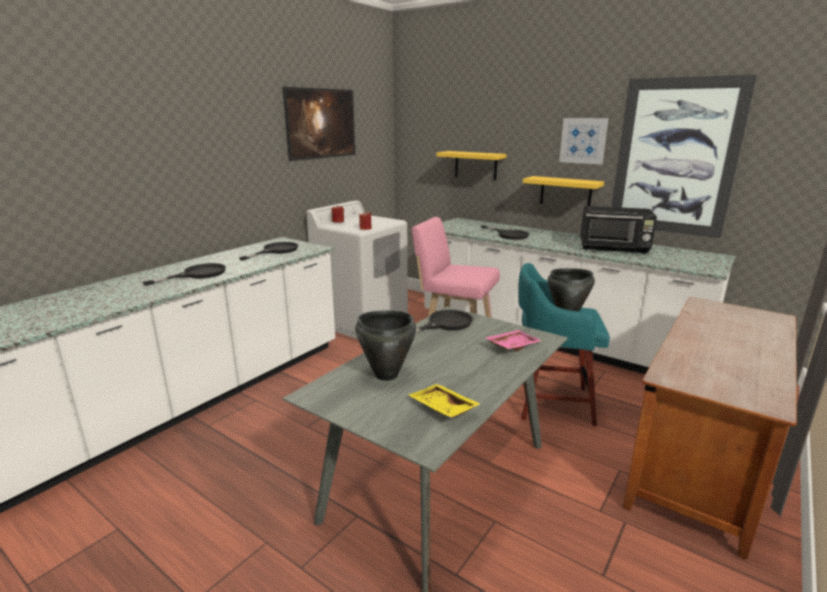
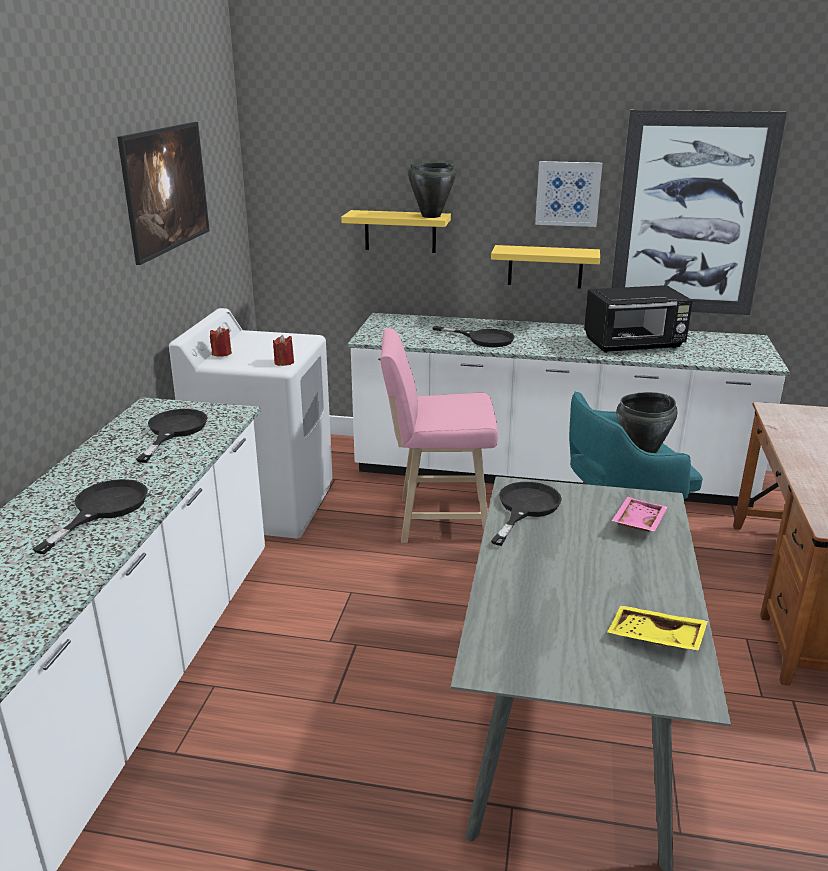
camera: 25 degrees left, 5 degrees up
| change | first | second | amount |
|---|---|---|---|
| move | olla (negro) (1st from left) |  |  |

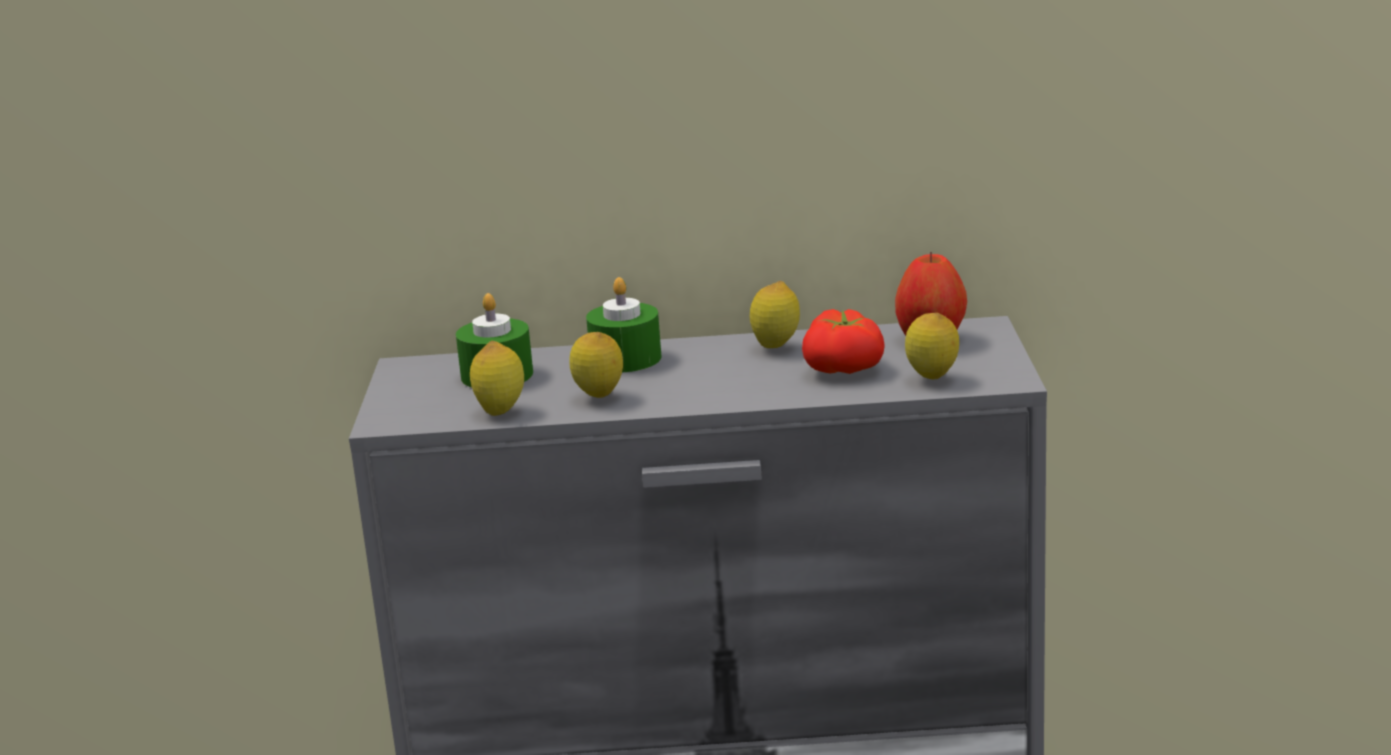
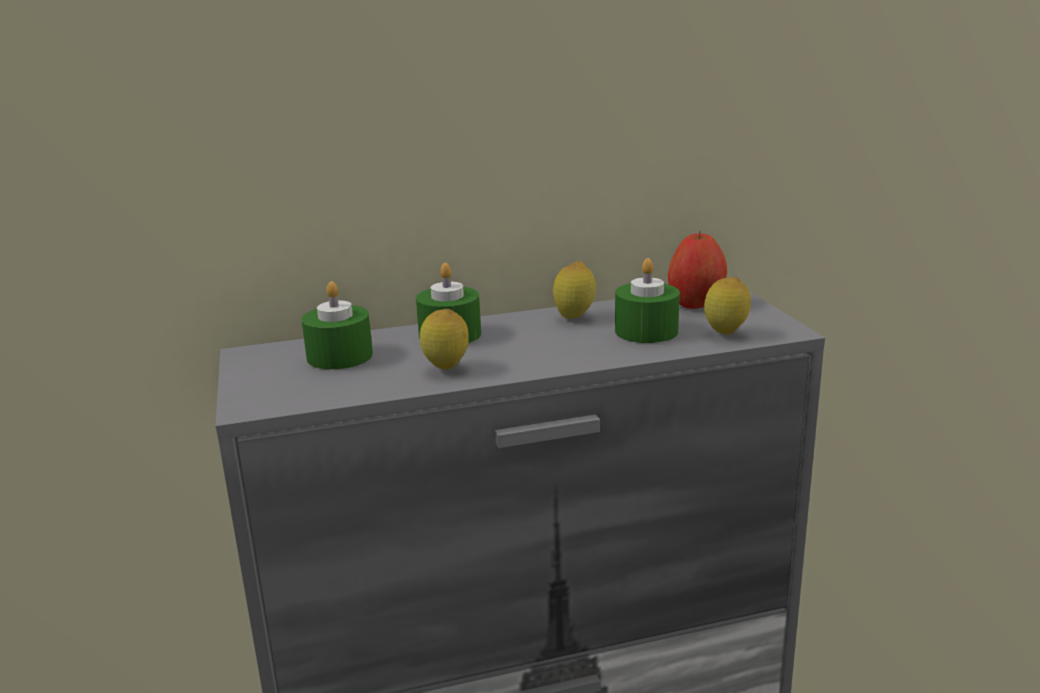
camera: 15 degrees left, 0 degrees up
| change | first | second | amount |
|---|---|---|---|
| replace | tomate | vela (verde) (3rd from left) |  |
| delete | limón (1st from left) |  |  |

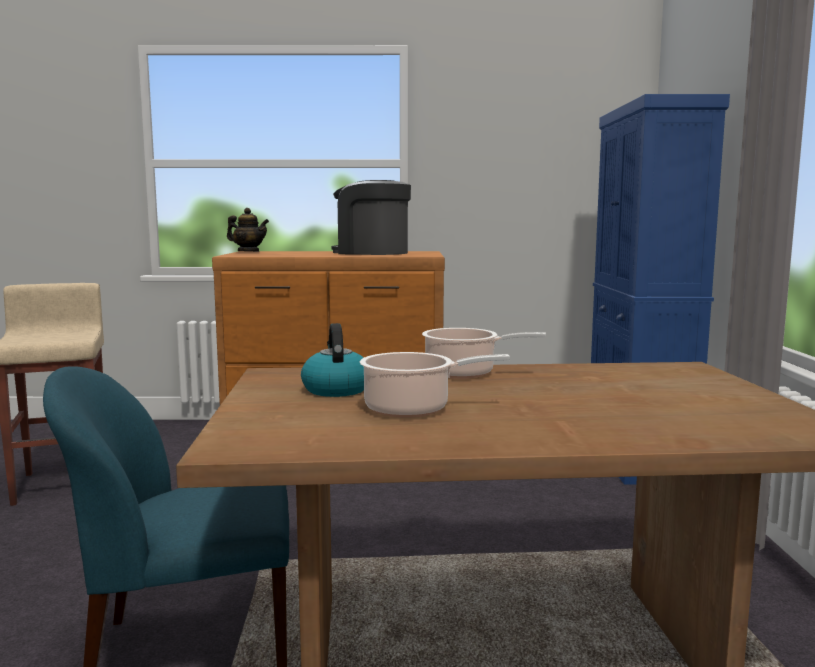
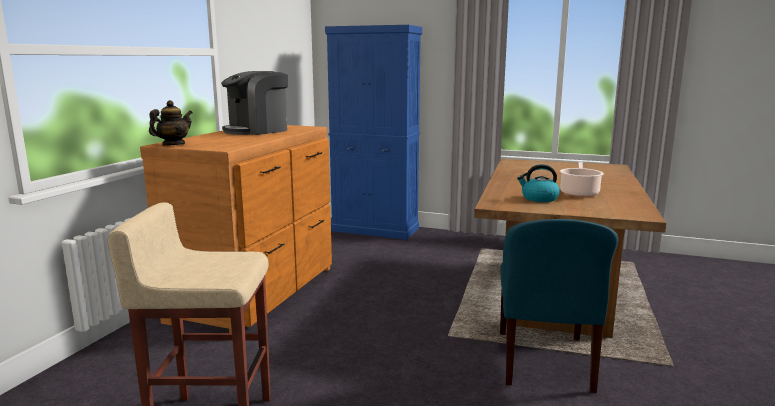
camera: 70 degrees left, 5 degrees up
| change | first | second | amount |
|---|---|---|---|
| delete | olla (2nd from left) |  |  |

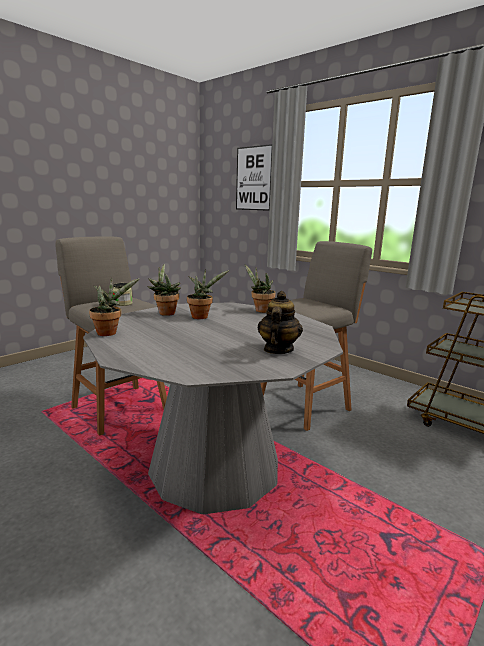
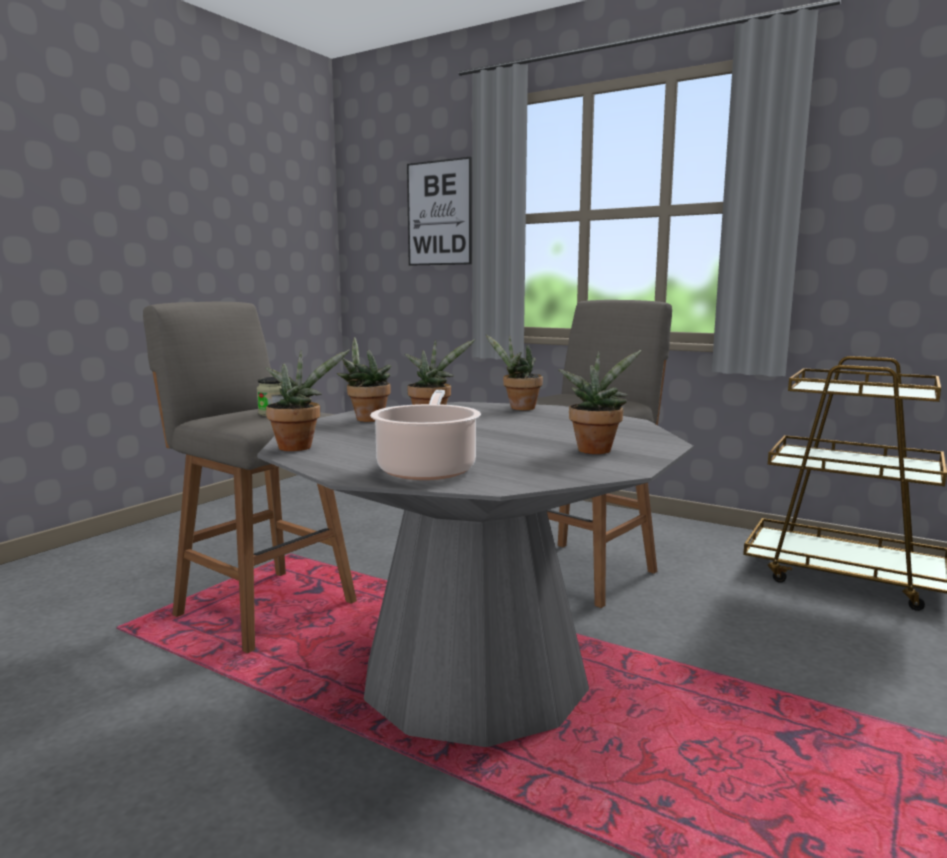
camera: 10 degrees left, 5 degrees down
| change | first | second | amount |
|---|---|---|---|
| replace | tetera | planta en maceta (5th from left) |  |
| insert |  | olla |  |

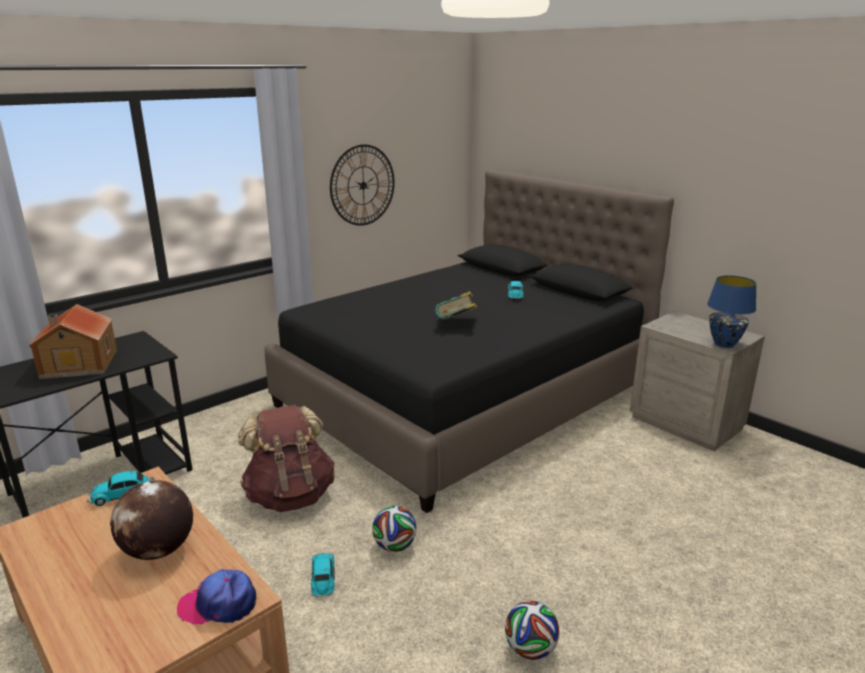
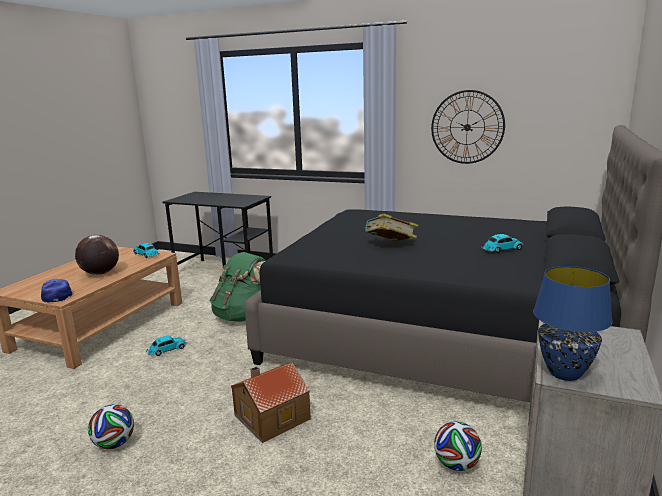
camera: 65 degrees right, 5 degrees down
| change | first | second | amount |
|---|---|---|---|
| move | casita |  |  |
| recolor | mochila (marrón) | mochila (verde) |  |
| move | balón de fútbol (1st from left in the first image) | balón de fútbol (2nd from left) |  |

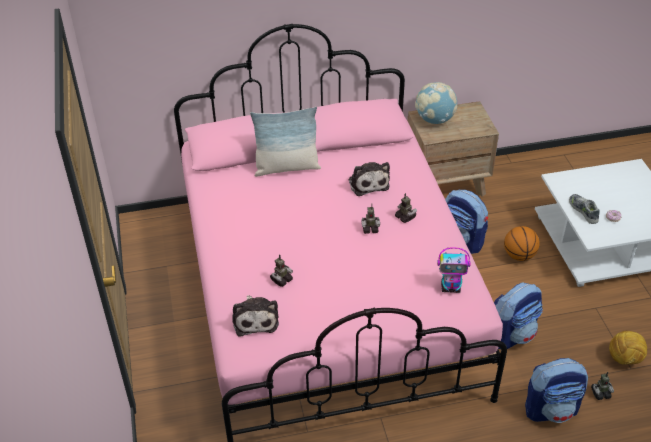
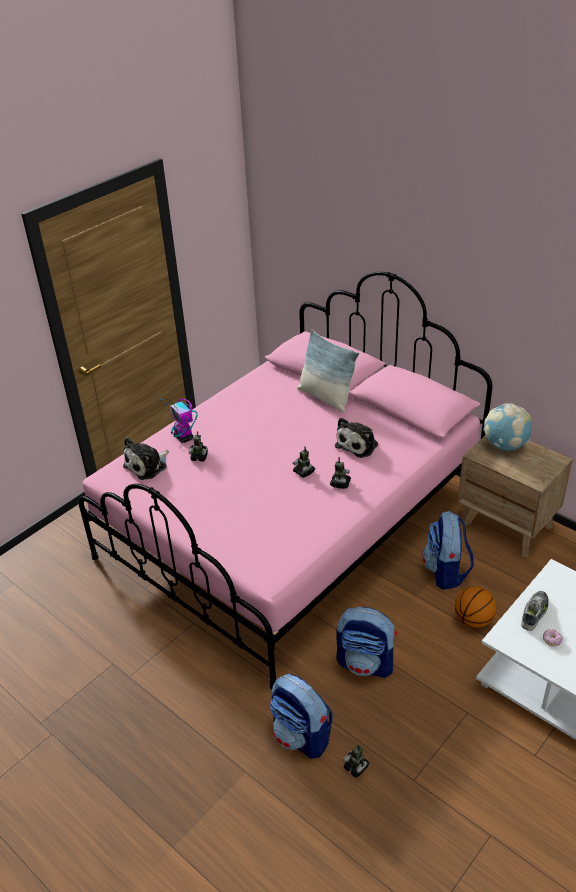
camera: 55 degrees right, 5 degrees down
| change | first | second | amount |
|---|---|---|---|
| move | robot de juguete (4th from left in the first image) | robot de juguete (1st from left) |  |
| delete | balón de fútbol |  |  |

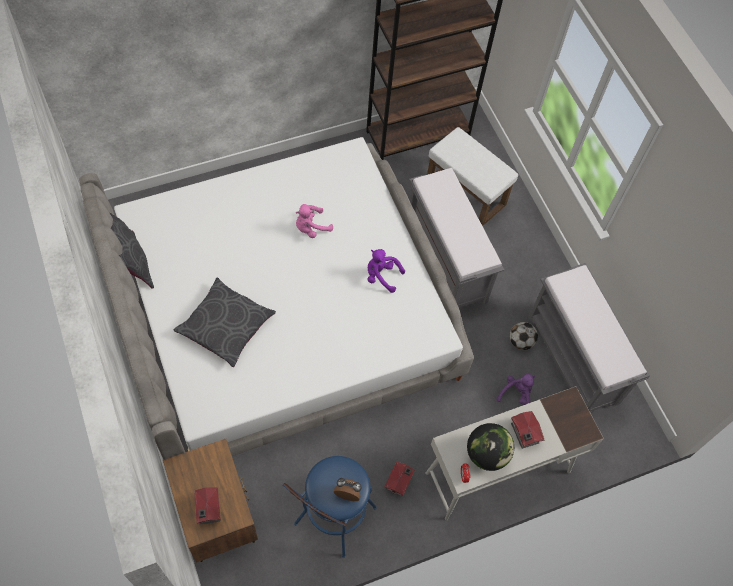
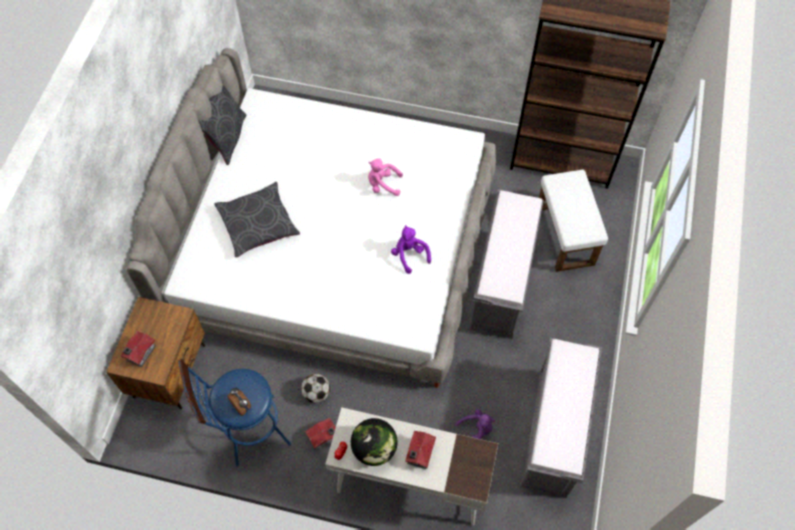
camera: 40 degrees right, 0 degrees up
| change | first | second | amount |
|---|---|---|---|
| move | balón de fútbol |  |  |

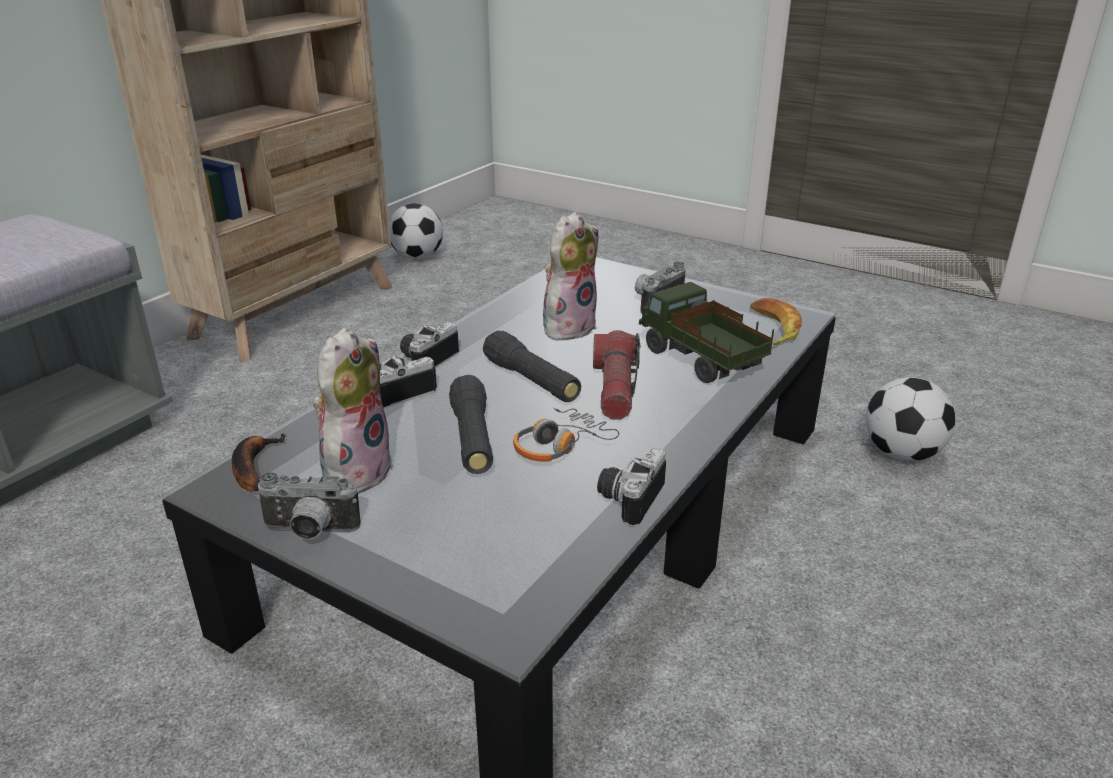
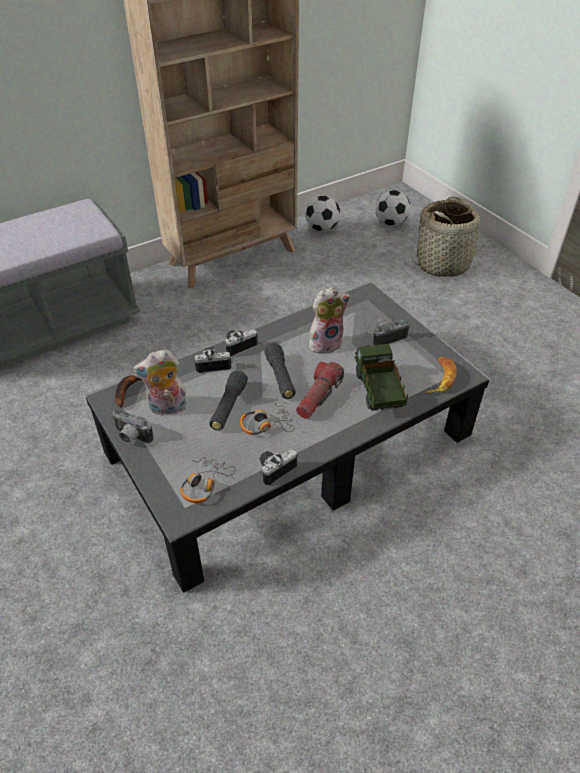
camera: 25 degrees right, 15 degrees up
| change | first | second | amount |
|---|---|---|---|
| rotate | peluche (1st from left) |  | 150 degrees counterclockwise |
| move | balón de fútbol (2nd from left) |  |  |
| insert |  | cesta |  |
| insert |  | auriculares (1st from left) |  |

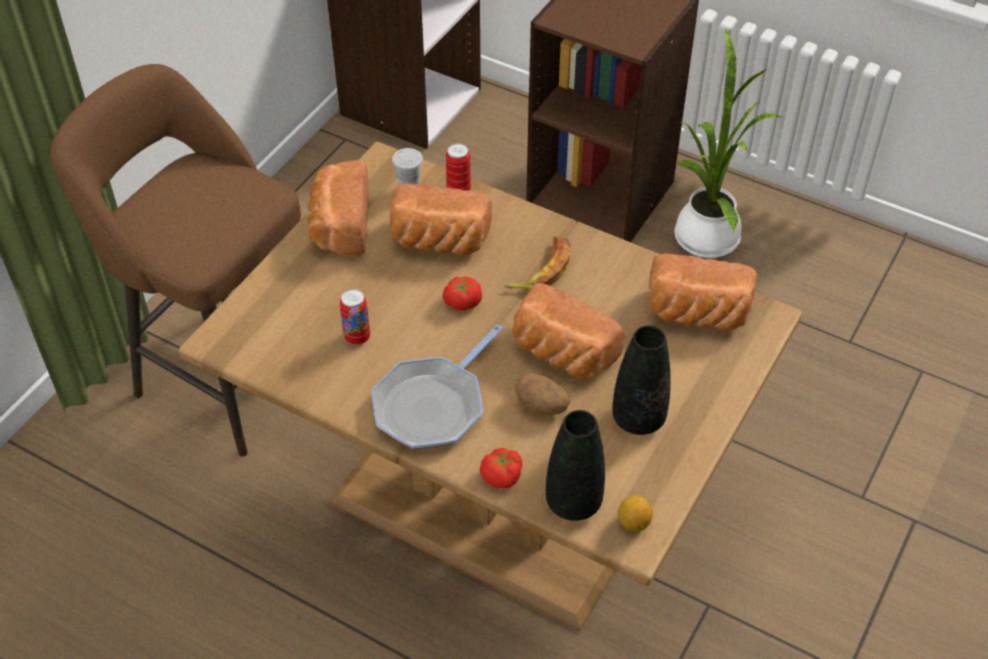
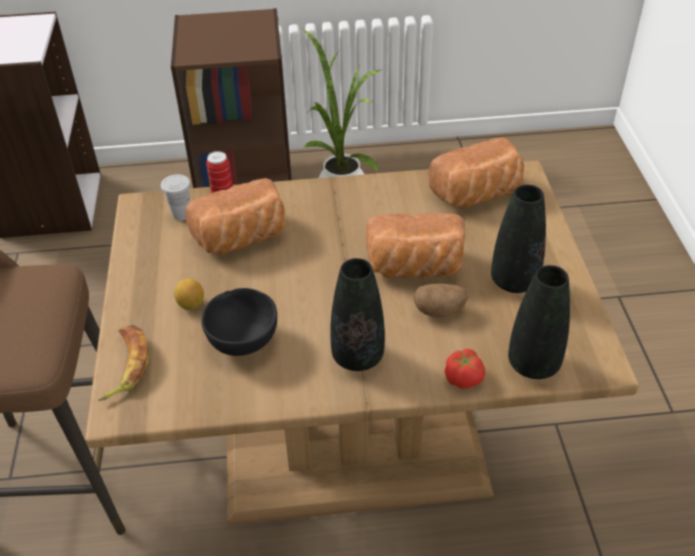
camera: 35 degrees left, 5 degrees down
| change | first | second | amount |
|---|---|---|---|
| delete | pan (1st from left) |  |  |
| move | plátano |  |  |
| delete | tomate (1st from left) |  |  |
| replace | lata (1st from left) | cuenco (negro) |  |
| replace | sartén | florero (negro) (1st from left) |  |
| move | limón |  |  |

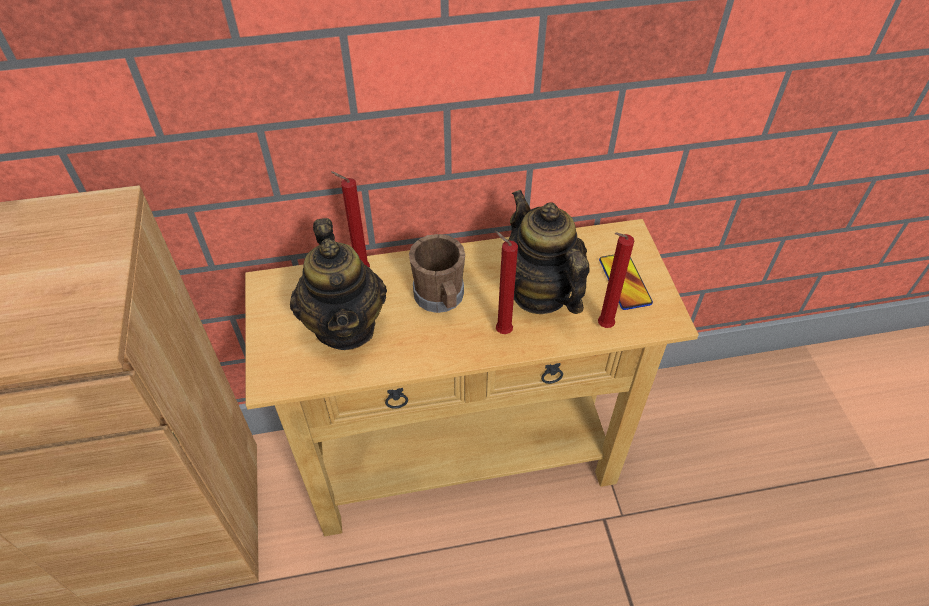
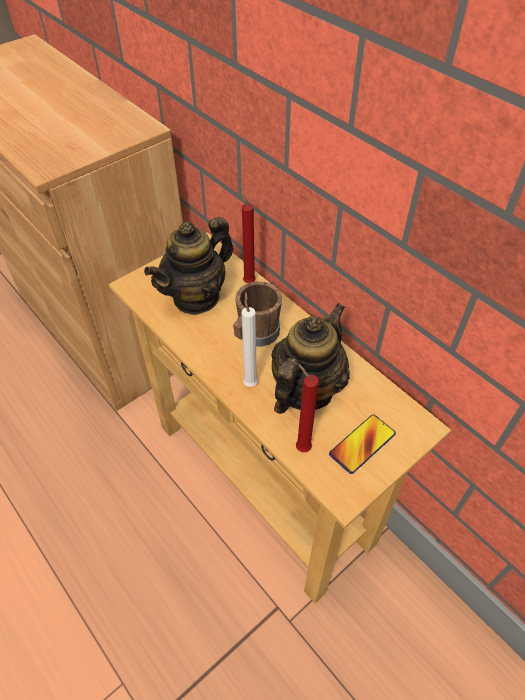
camera: 60 degrees right, 0 degrees up
| change | first | second | amount |
|---|---|---|---|
| recolor | vela (rojo) (2nd from left) | vela (blanco) |  |

